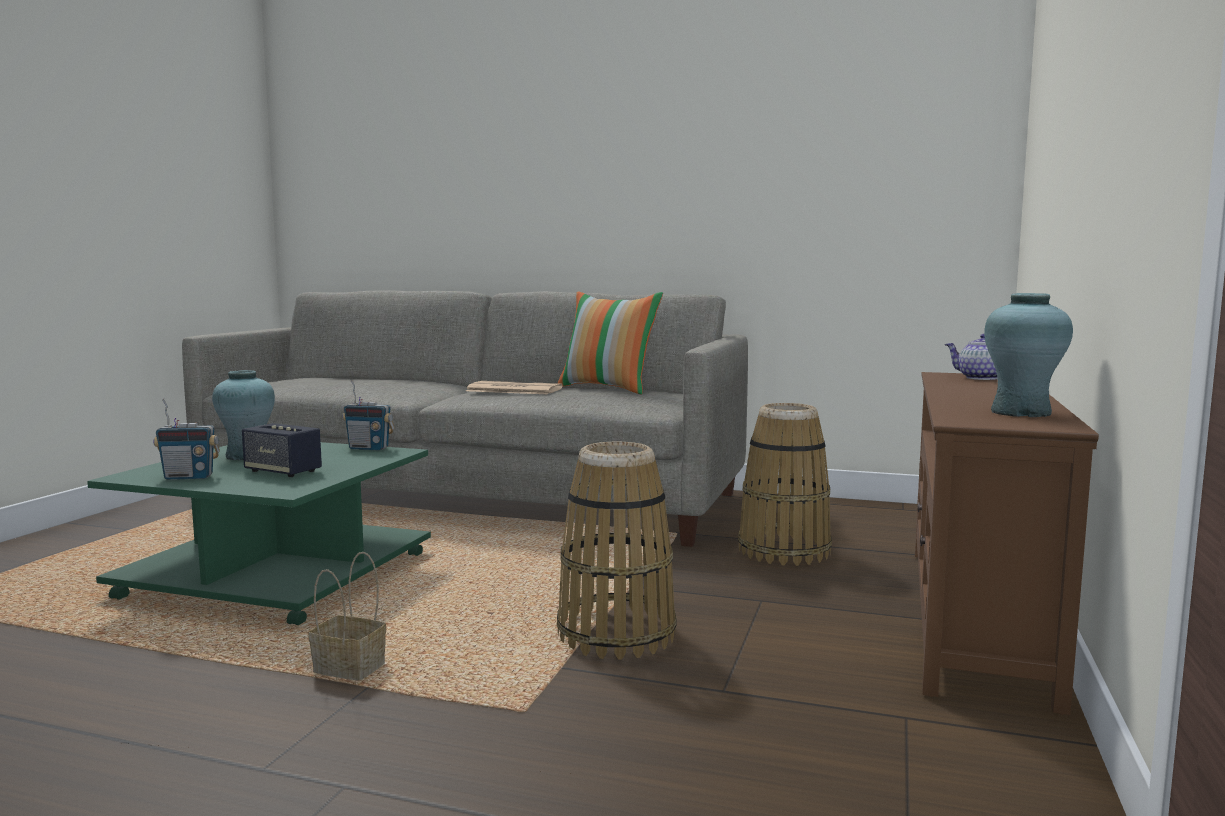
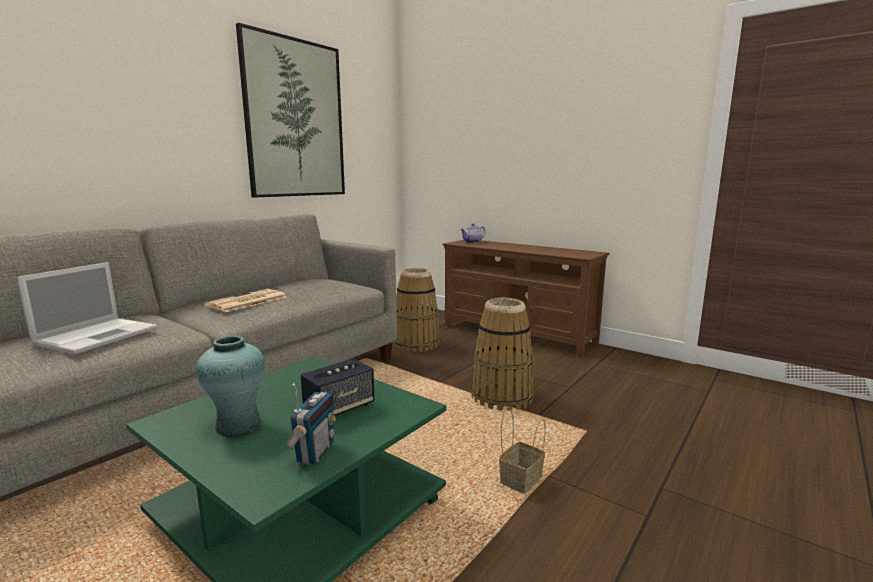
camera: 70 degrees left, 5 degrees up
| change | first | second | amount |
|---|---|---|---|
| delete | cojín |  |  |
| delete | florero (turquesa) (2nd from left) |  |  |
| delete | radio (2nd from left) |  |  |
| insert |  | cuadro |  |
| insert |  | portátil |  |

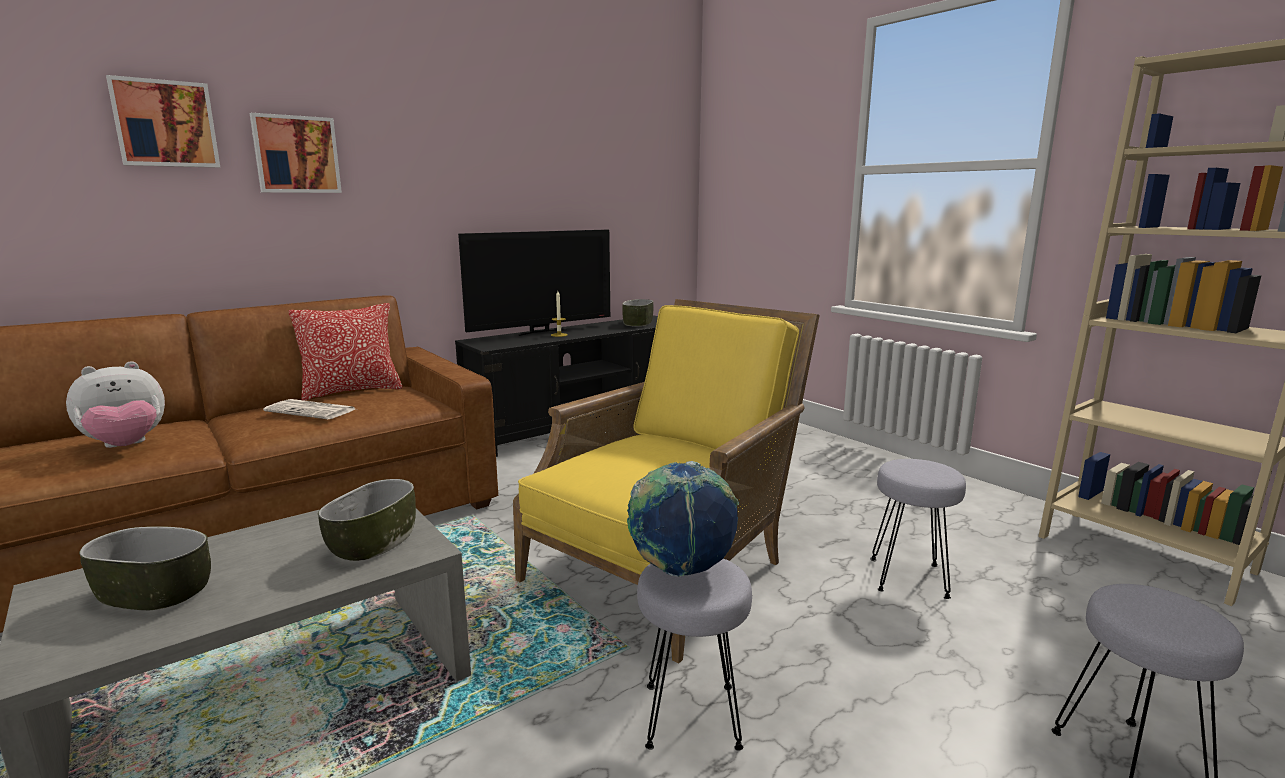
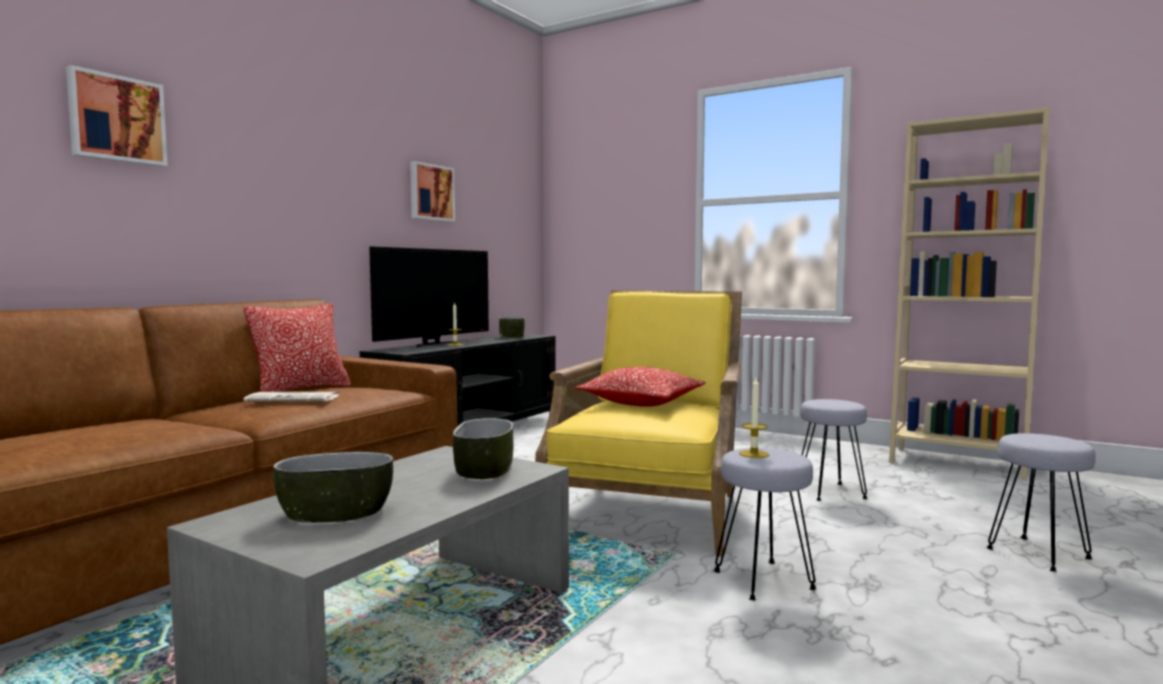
camera: 20 degrees left, 10 degrees down
| change | first | second | amount |
|---|---|---|---|
| move | cuadro (2nd from left) |  |  |
| delete | peluche |  |  |
| replace | globo terráqueo | vela (2nd from left) |  |
| insert |  | cojín (2nd from left) |  |

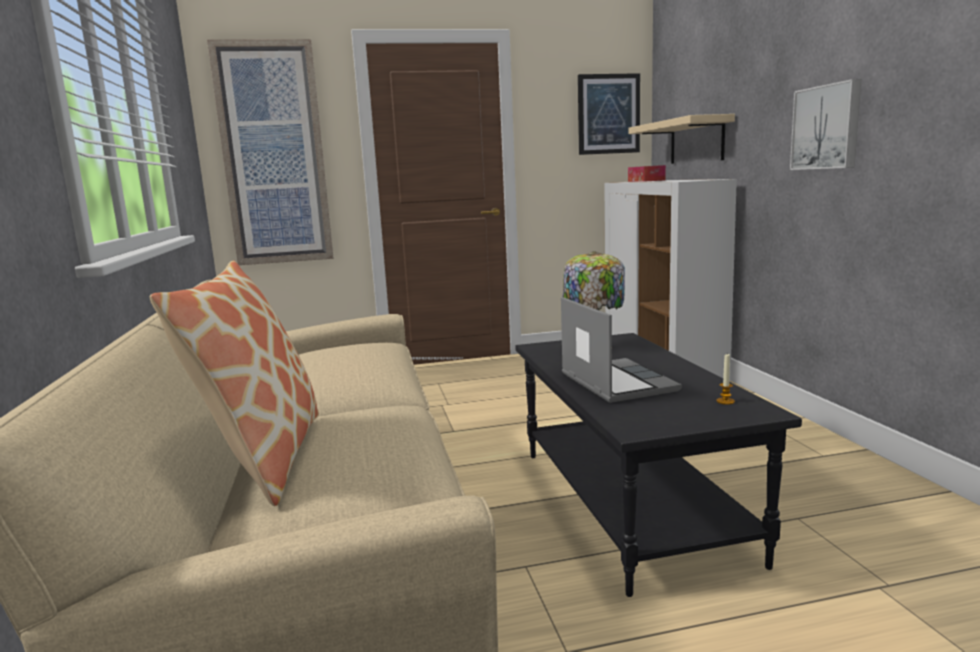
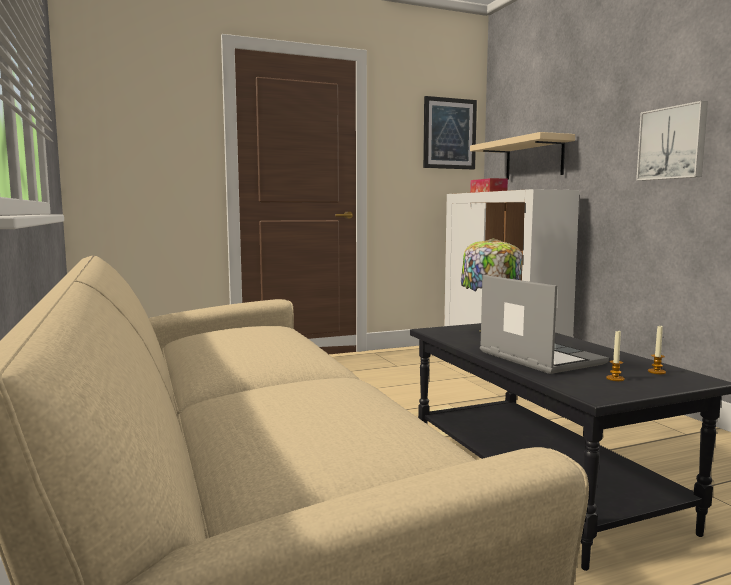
camera: 10 degrees left, 5 degrees down
| change | first | second | amount |
|---|---|---|---|
| delete | cuadro (1st from left) |  |  |
| delete | cojín |  |  |
| insert |  | vela (1st from left) |  |

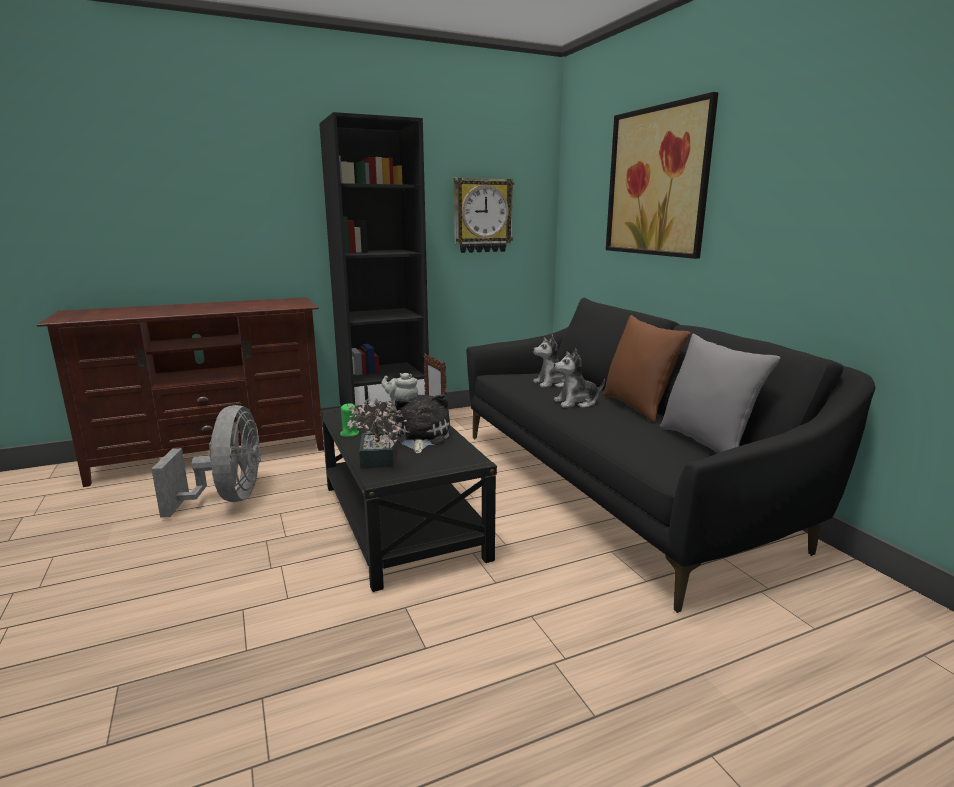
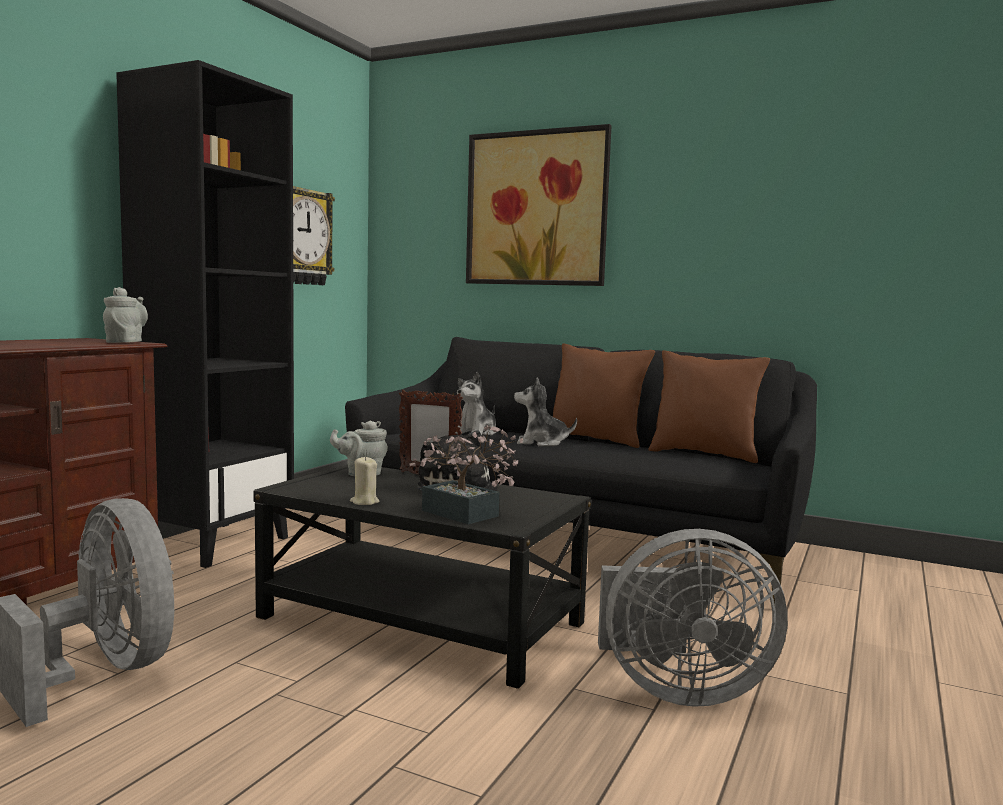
camera: 40 degrees left, 10 degrees down
| change | first | second | amount |
|---|---|---|---|
| recolor | cojín (gris) | cojín (marrón) (2nd from left) |  |
| rotate | peluche (3rd from left) |  | 60 degrees clockwise |
| recolor | vela (verde) | vela (beis) |  |
| insert |  | tetera (gris) (1st from left) |  |
| insert |  | ventilador (gris) (2nd from left) |  |

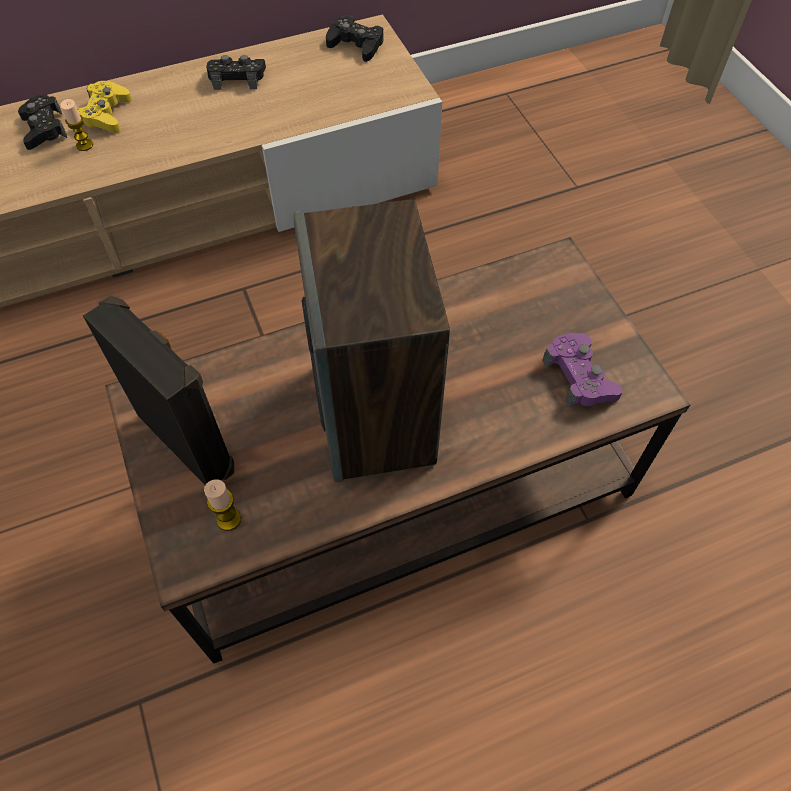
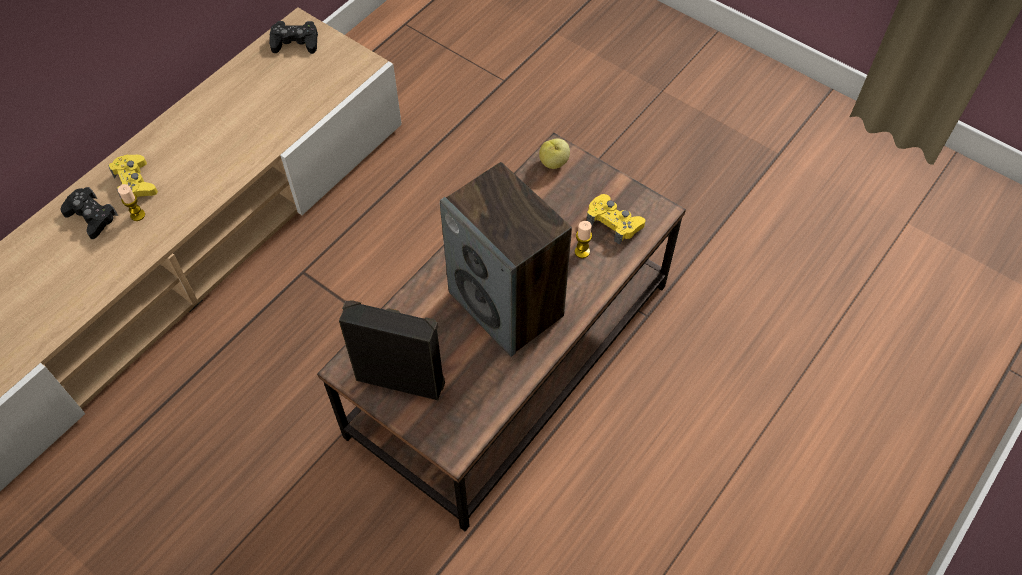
camera: 30 degrees left, 0 degrees up
| change | first | second | amount |
|---|---|---|---|
| delete | mando de consola (negro) (2nd from left) |  |  |
| recolor | mando de consola (morado) | mando de consola (amarillo) (2nd from left) |  |
| move | vela (2nd from left) |  |  |
| insert |  | manzana |  |

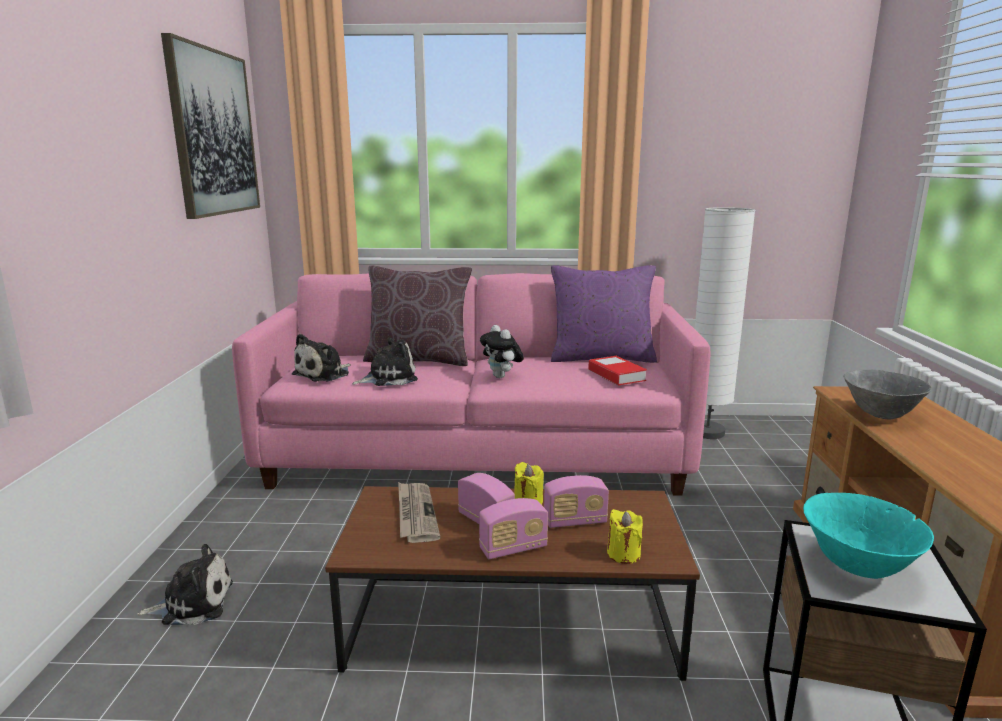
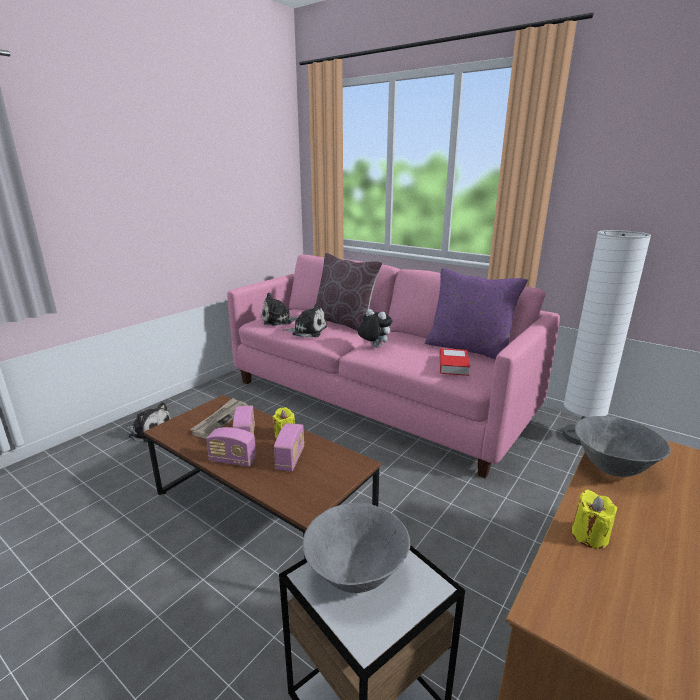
camera: 35 degrees right, 5 degrees up
| change | first | second | amount |
|---|---|---|---|
| delete | cuadro |  |  |
| rotate | peluche (4th from left) |  | 120 degrees clockwise |
| rotate | radio (3rd from left) |  | 105 degrees counterclockwise |
| recolor | cuenco (turquesa) | cuenco (gris) (1st from left) |  |
| move | vela (amarillo) (2nd from left) |  |  |

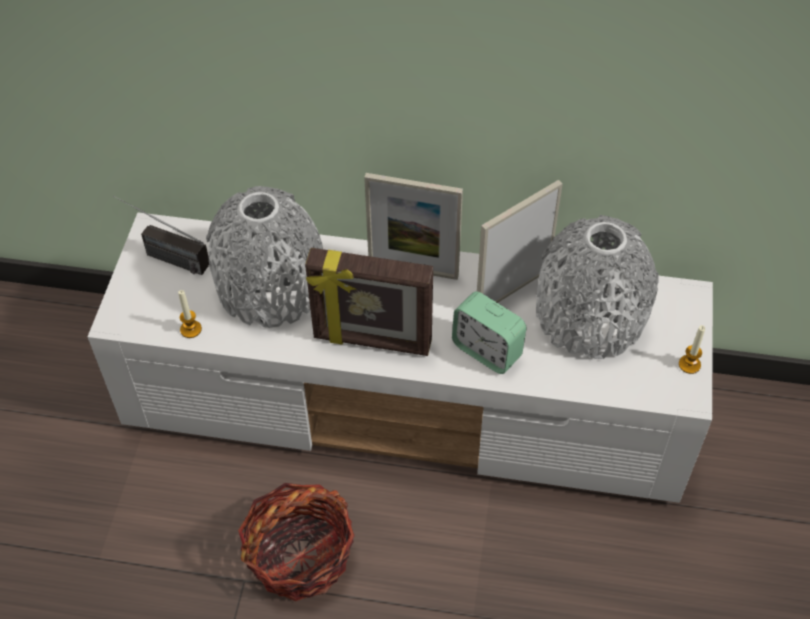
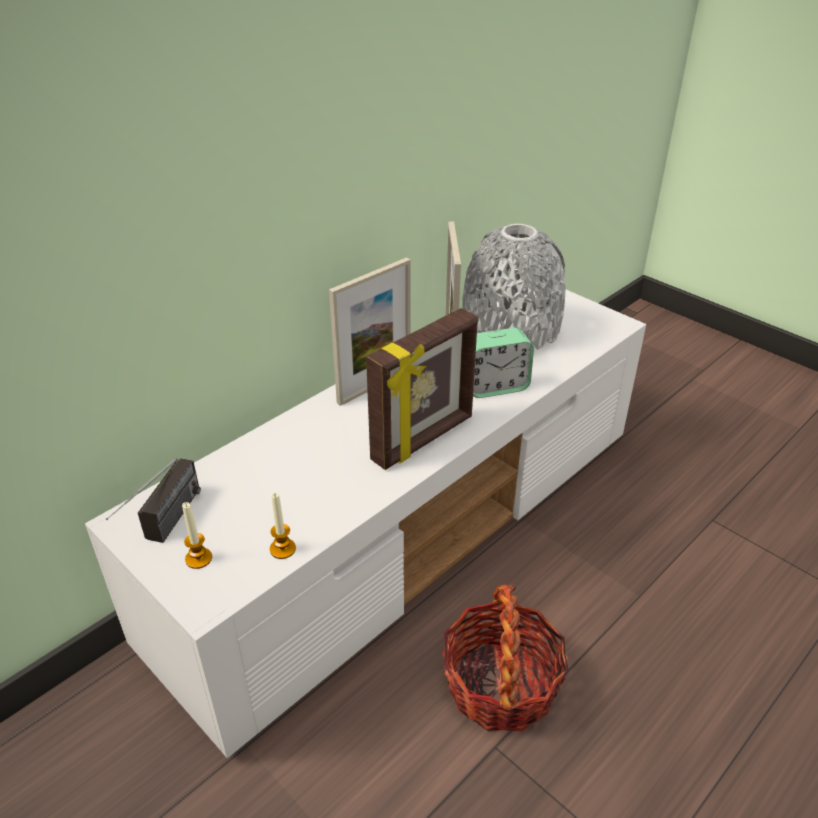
camera: 55 degrees left, 15 degrees down
| change | first | second | amount |
|---|---|---|---|
| delete | florero (gris) (1st from left) |  |  |
| rotate | radio |  | 45 degrees counterclockwise |
| move | vela (2nd from left in the first image) | vela (1st from left) |  |

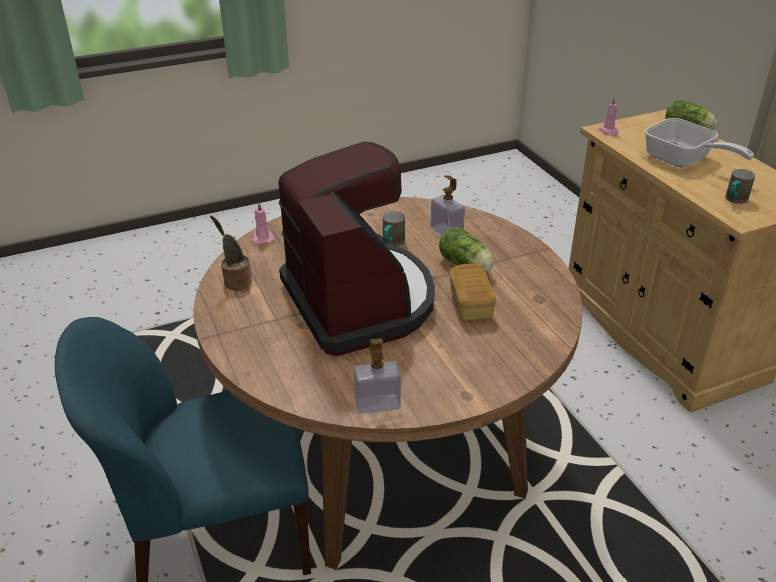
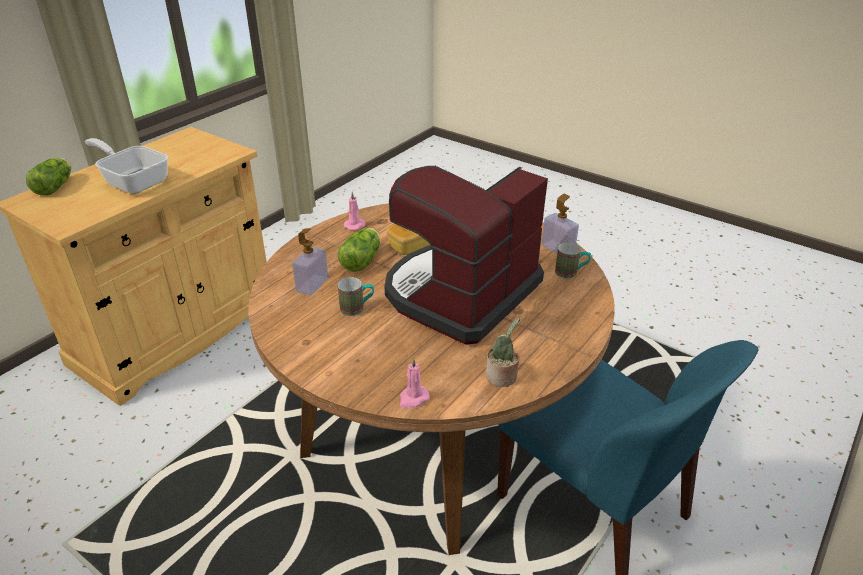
camera: 120 degrees left, 0 degrees up
| change | first | second | amount |
|---|---|---|---|
| move | vela (rosa) (2nd from left in the first image) | vela (rosa) (1st from left) |  |
| rotate | sartén |  | 75 degrees counterclockwise |
| move | taza grande (2nd from left) |  |  |

